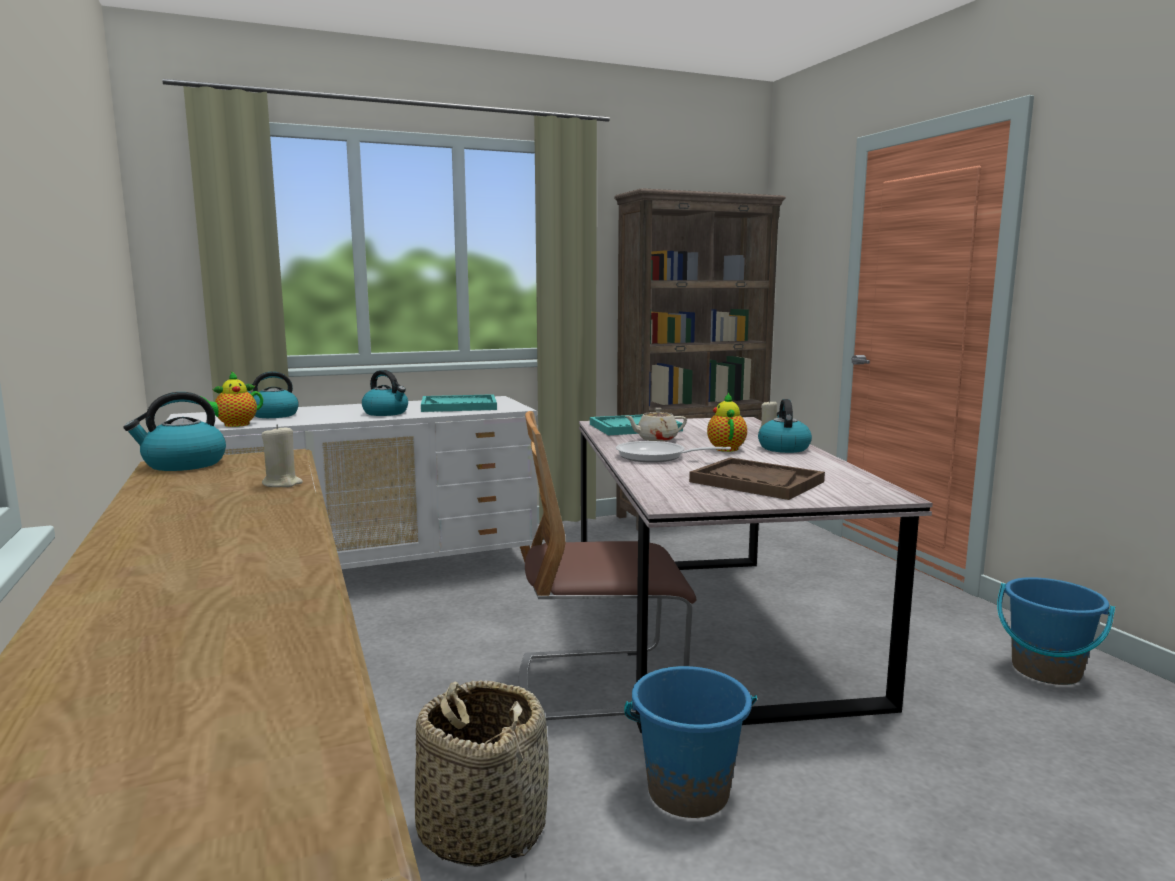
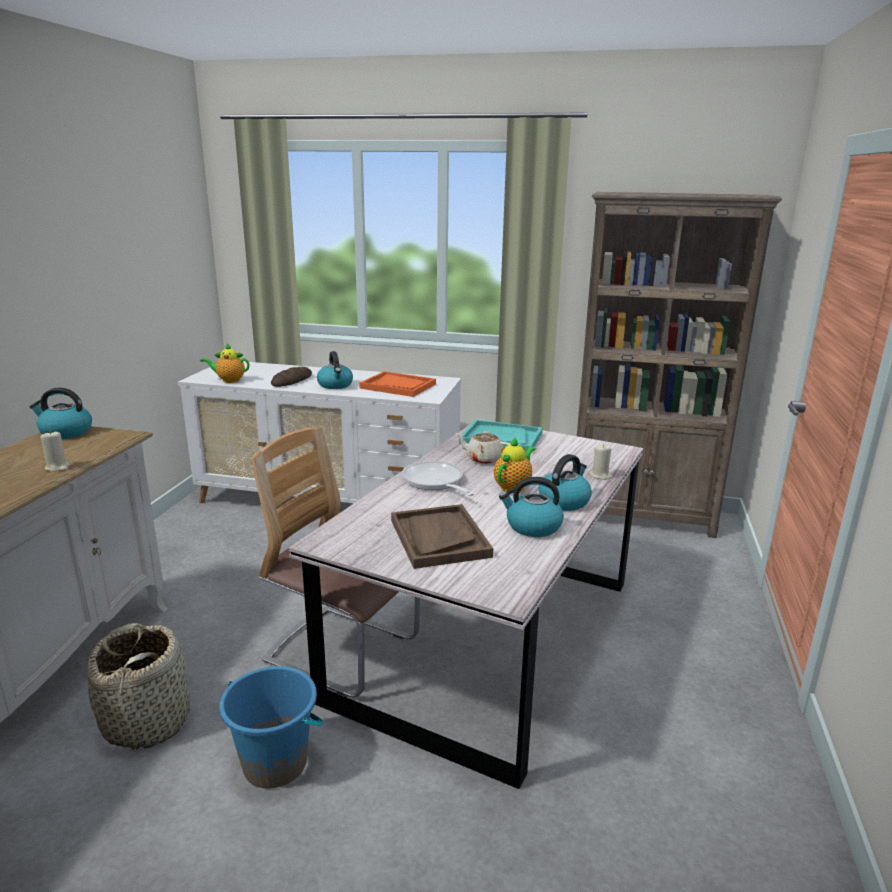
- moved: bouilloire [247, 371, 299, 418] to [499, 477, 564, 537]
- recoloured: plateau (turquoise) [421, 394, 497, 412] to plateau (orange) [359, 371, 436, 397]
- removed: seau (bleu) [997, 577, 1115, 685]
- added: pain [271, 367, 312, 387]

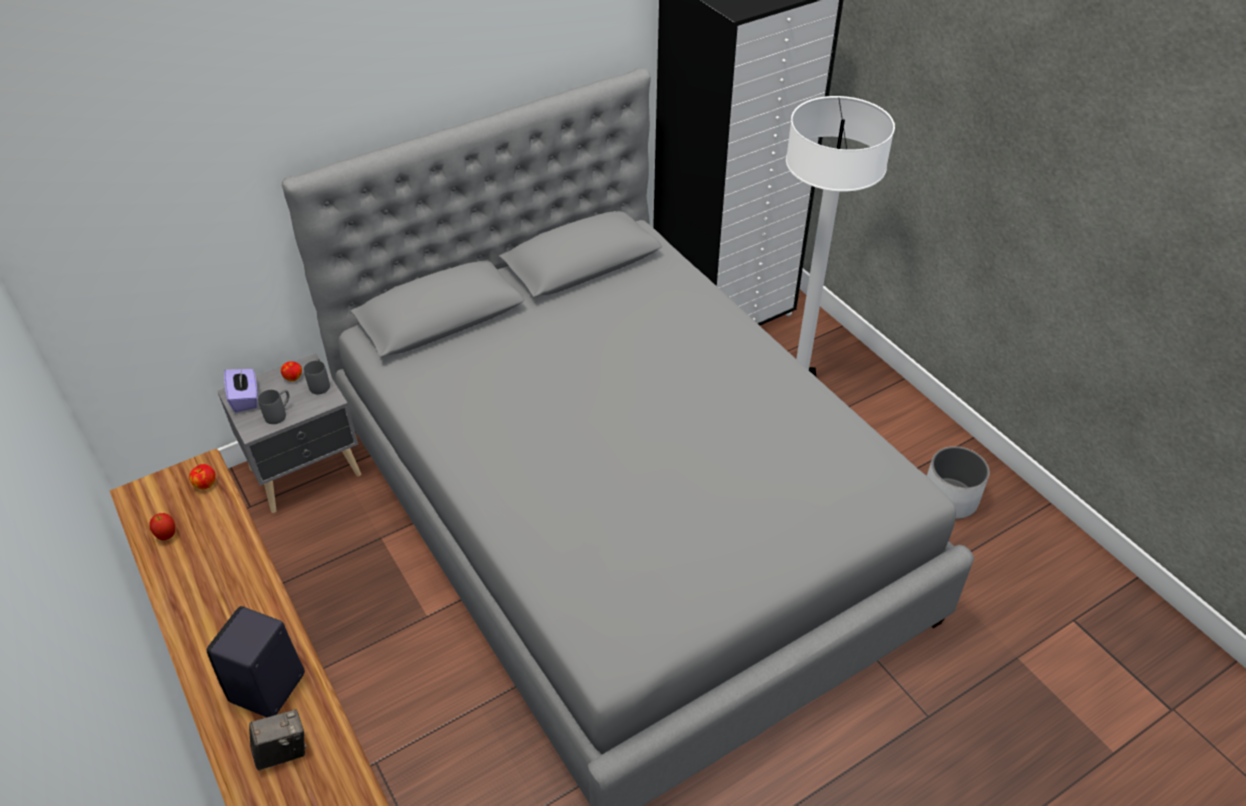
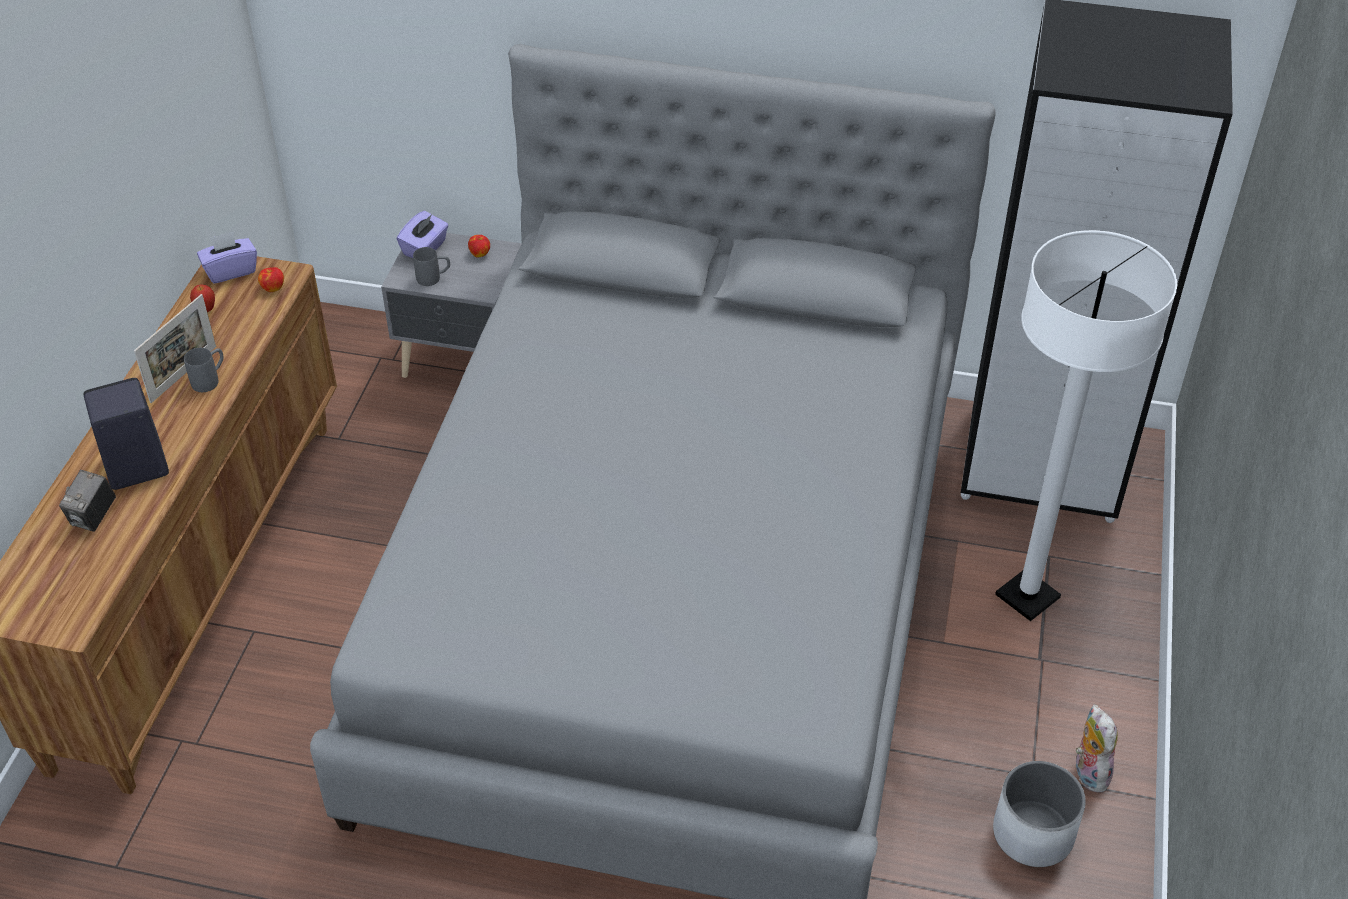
- moved: mug (gris) [304, 358, 330, 395] to [184, 348, 224, 392]
- turned: appareil photo [249, 709, 306, 770] = [59, 470, 116, 532] 90 degrees clockwise
- added: boîte à mouchoirs (violet) [197, 232, 257, 283]
- added: cadre photo [134, 294, 216, 403]
- added: peluche [1076, 704, 1118, 793]

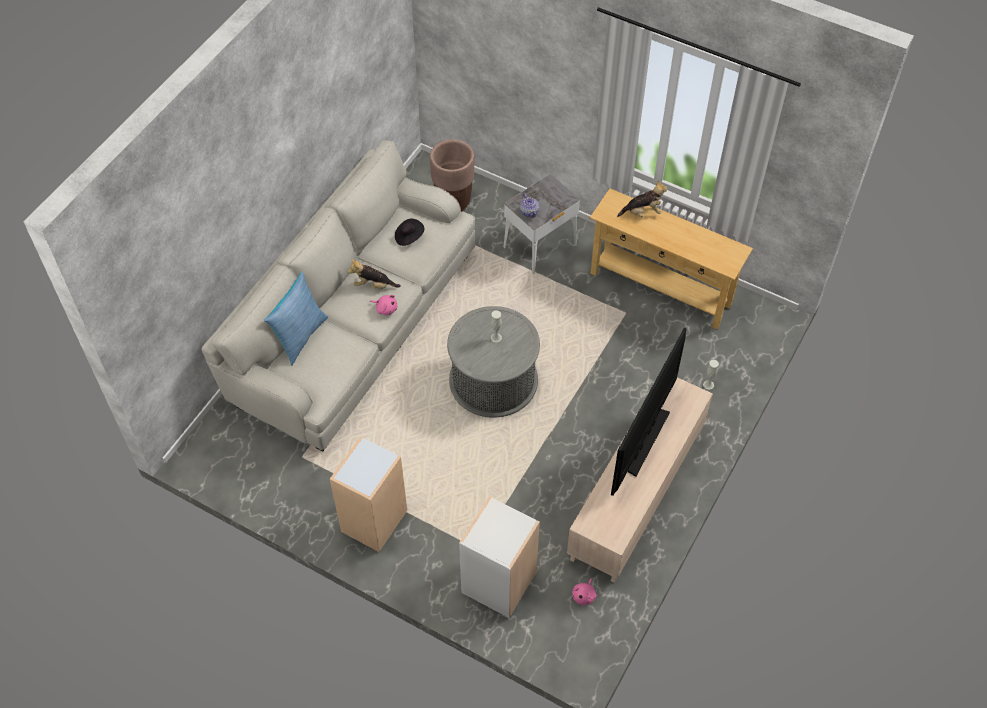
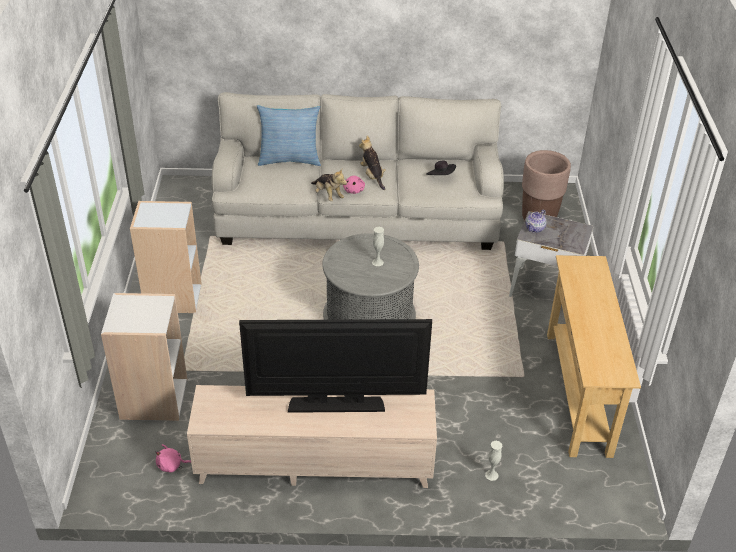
- moved: peluche [617, 180, 667, 217] to [311, 169, 347, 201]

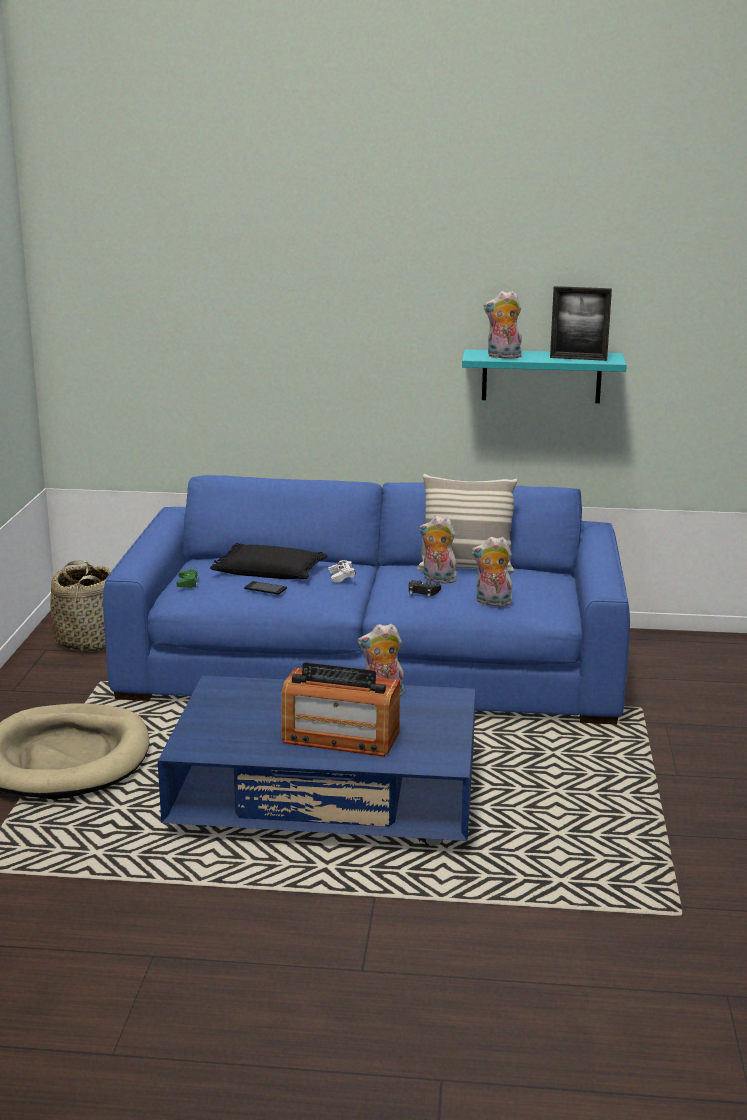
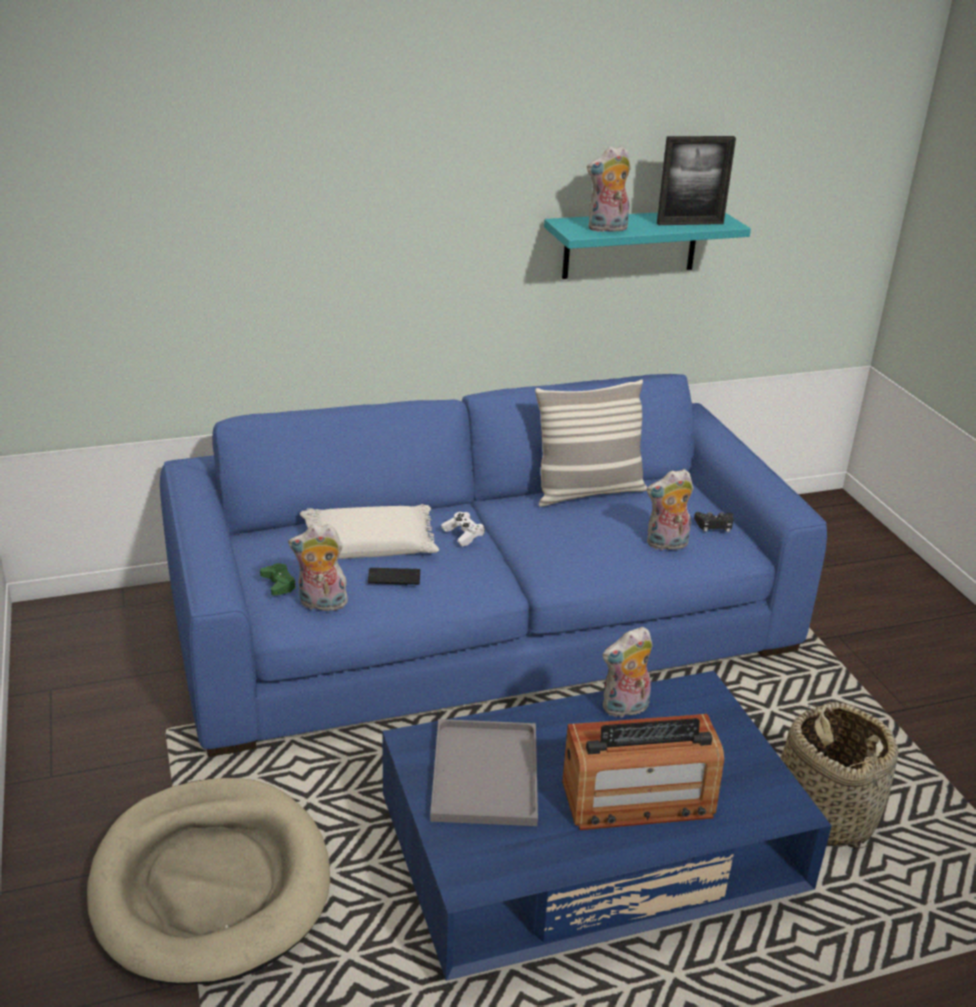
- moved: peluche [419, 516, 459, 584] to [288, 524, 348, 611]
- recoloured: coussin (noir) [210, 543, 327, 579] to coussin (blanc) [300, 504, 439, 559]
- moved: panier [50, 560, 112, 652] to [780, 702, 898, 848]
- moved: manette (noir) [409, 580, 441, 597] to [694, 512, 734, 532]
- added: plateau (gris) [430, 719, 538, 826]

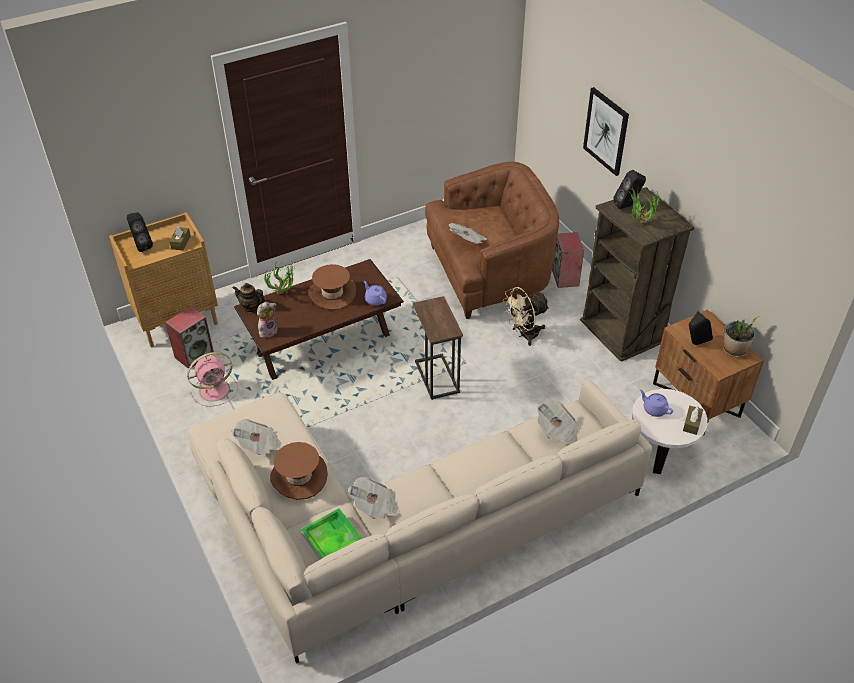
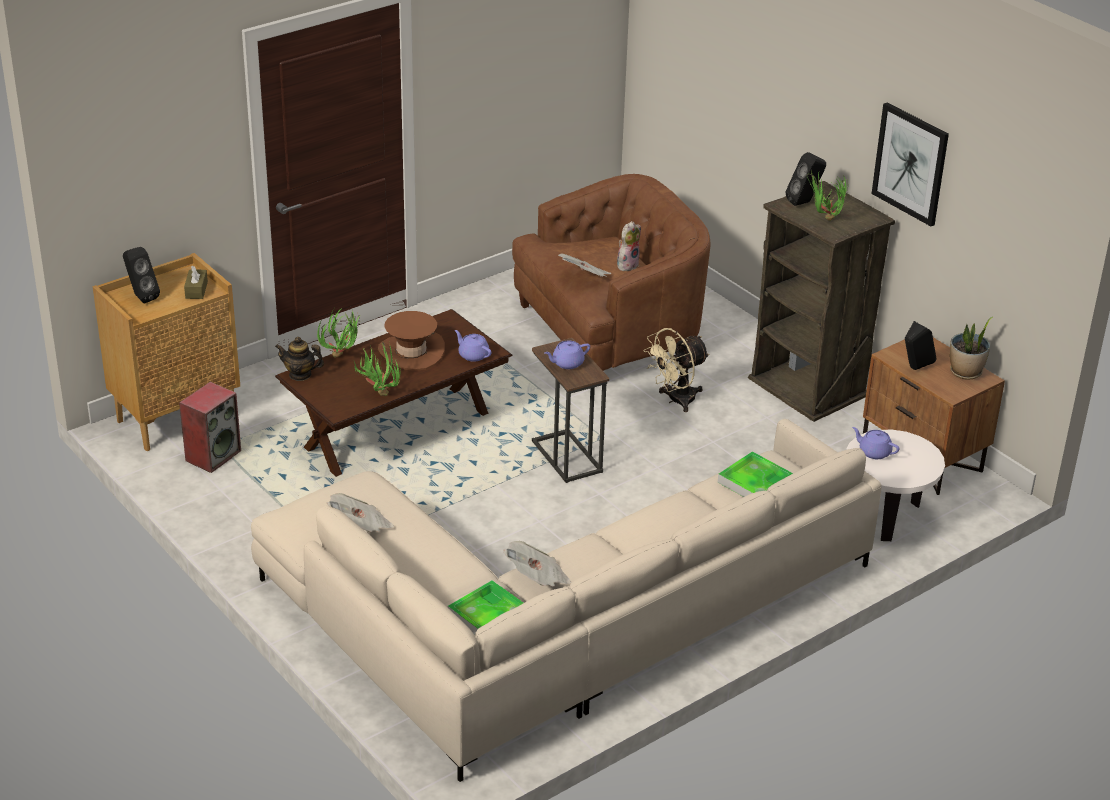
- moved: tableau [583, 87, 629, 176] to [871, 103, 949, 226]
- removed: enceinte [552, 232, 584, 288]
- moved: peluche [257, 302, 278, 338] to [617, 221, 641, 271]
- removed: ventilateur (rose) [187, 352, 238, 407]
- replaced: journal [537, 400, 579, 445] to plateau [718, 451, 793, 497]
- removed: boîte à mouchoirs (marron) [683, 406, 703, 435]
- removed: chapeau (marron) [270, 442, 328, 500]
- added: théière (violet) [545, 341, 590, 369]
- added: plante en pot [354, 342, 401, 396]

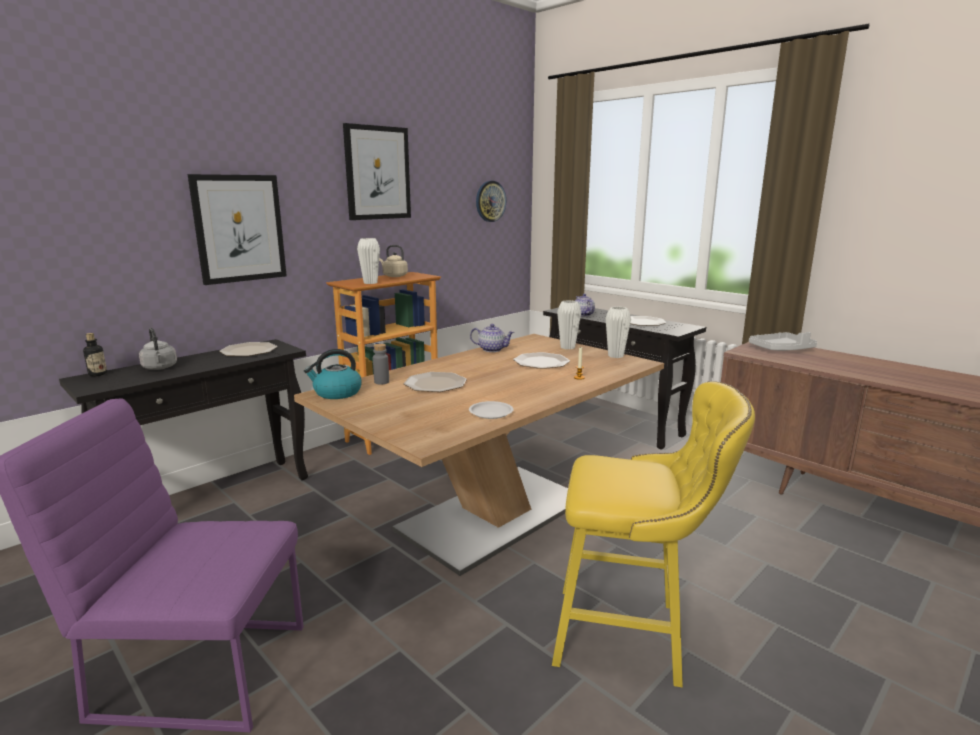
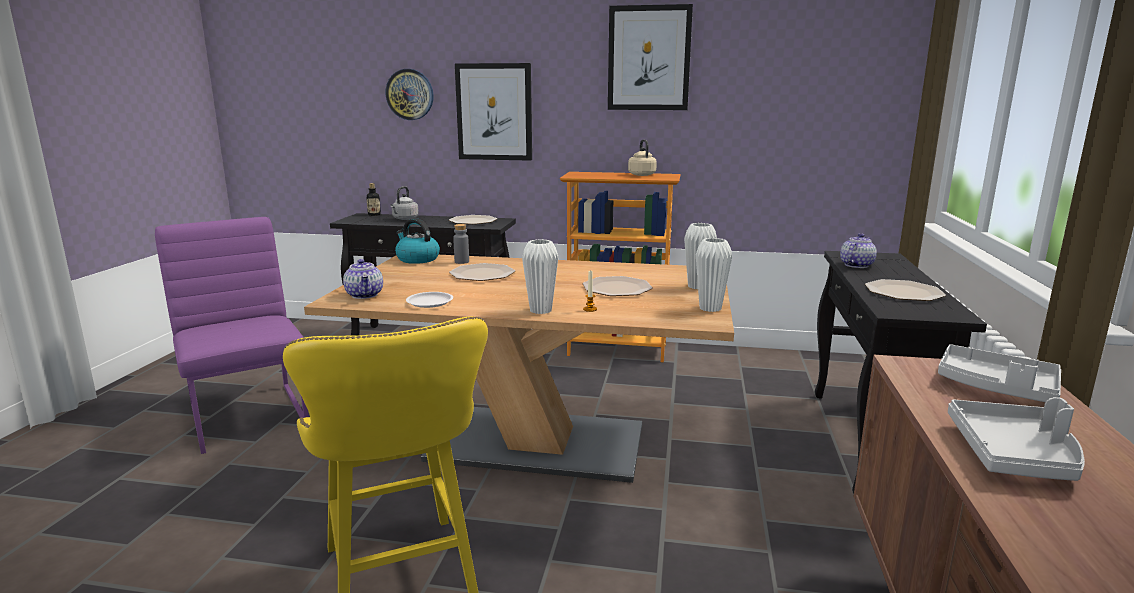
- moved: horloge murale [476, 181, 506, 222] to [385, 69, 434, 120]
- moved: vase (blanc) [357, 238, 380, 284] to [522, 239, 558, 314]
- moved: théière [470, 324, 514, 352] to [343, 259, 383, 299]
- added: plateau (gris) [948, 397, 1085, 481]

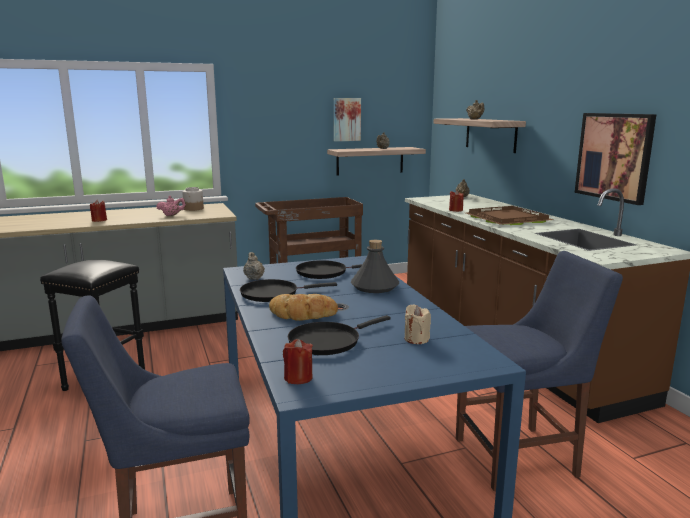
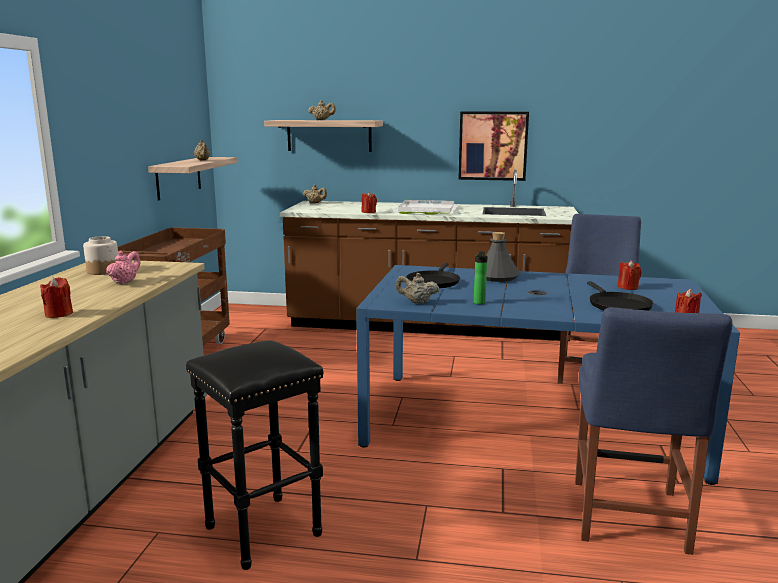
- removed: tableau [334, 98, 361, 141]
- recoloured: plateau (marron) [466, 206, 553, 225] to plateau (blanc) [395, 200, 458, 215]
- replaced: poêle (noir) [240, 279, 337, 302] to bouteille [474, 251, 488, 304]
- removed: pain [269, 294, 338, 321]
- recoloured: bougie (beige) [405, 304, 431, 344] to bougie (rouge) [617, 260, 642, 290]

